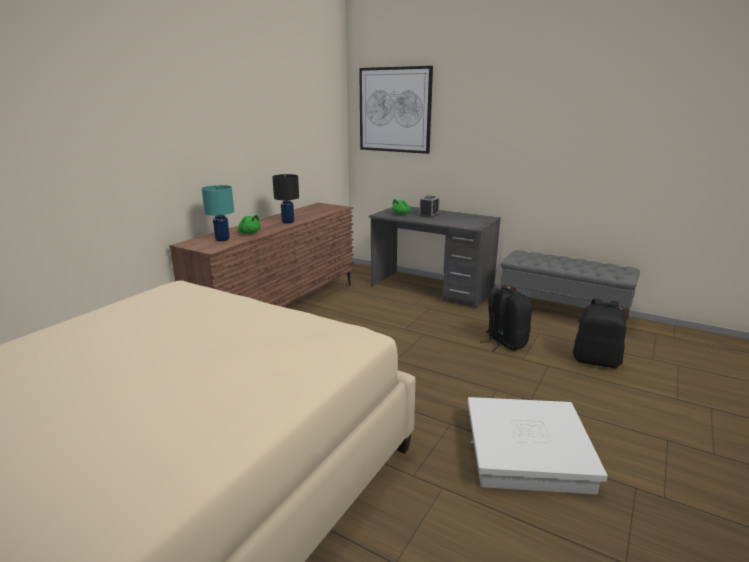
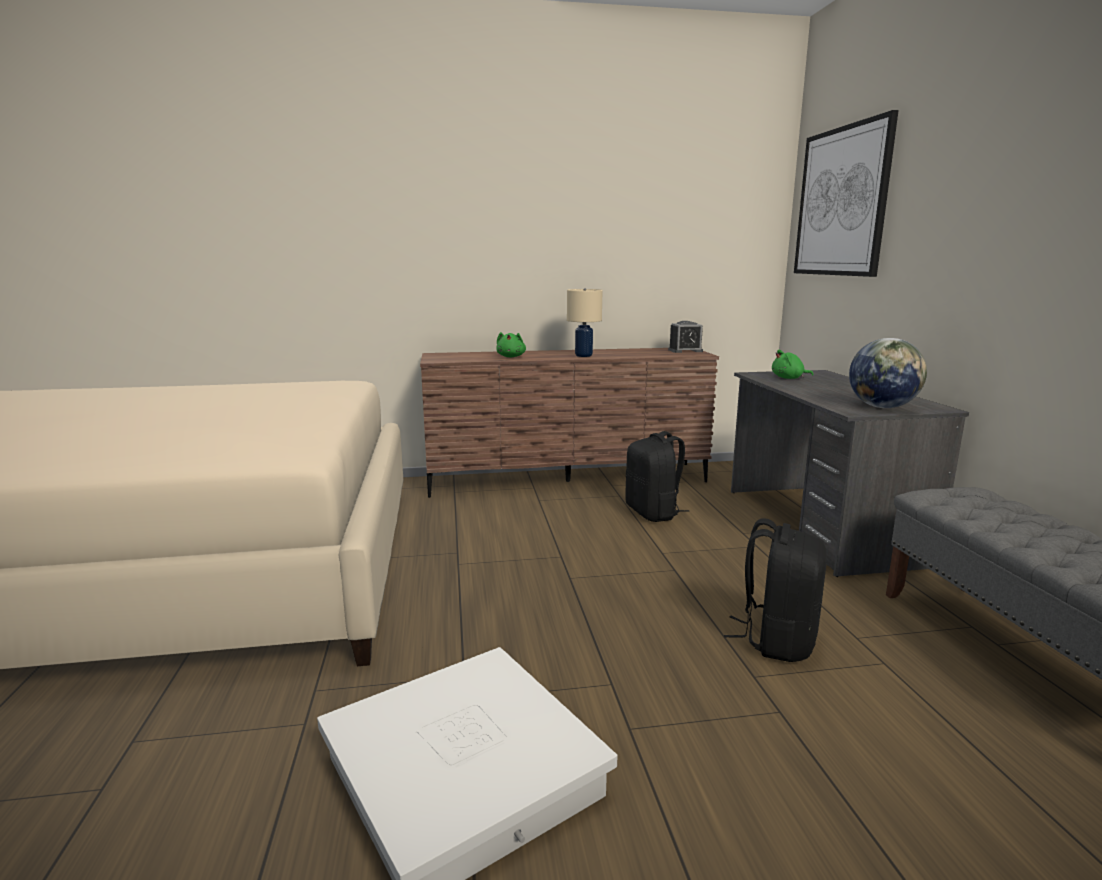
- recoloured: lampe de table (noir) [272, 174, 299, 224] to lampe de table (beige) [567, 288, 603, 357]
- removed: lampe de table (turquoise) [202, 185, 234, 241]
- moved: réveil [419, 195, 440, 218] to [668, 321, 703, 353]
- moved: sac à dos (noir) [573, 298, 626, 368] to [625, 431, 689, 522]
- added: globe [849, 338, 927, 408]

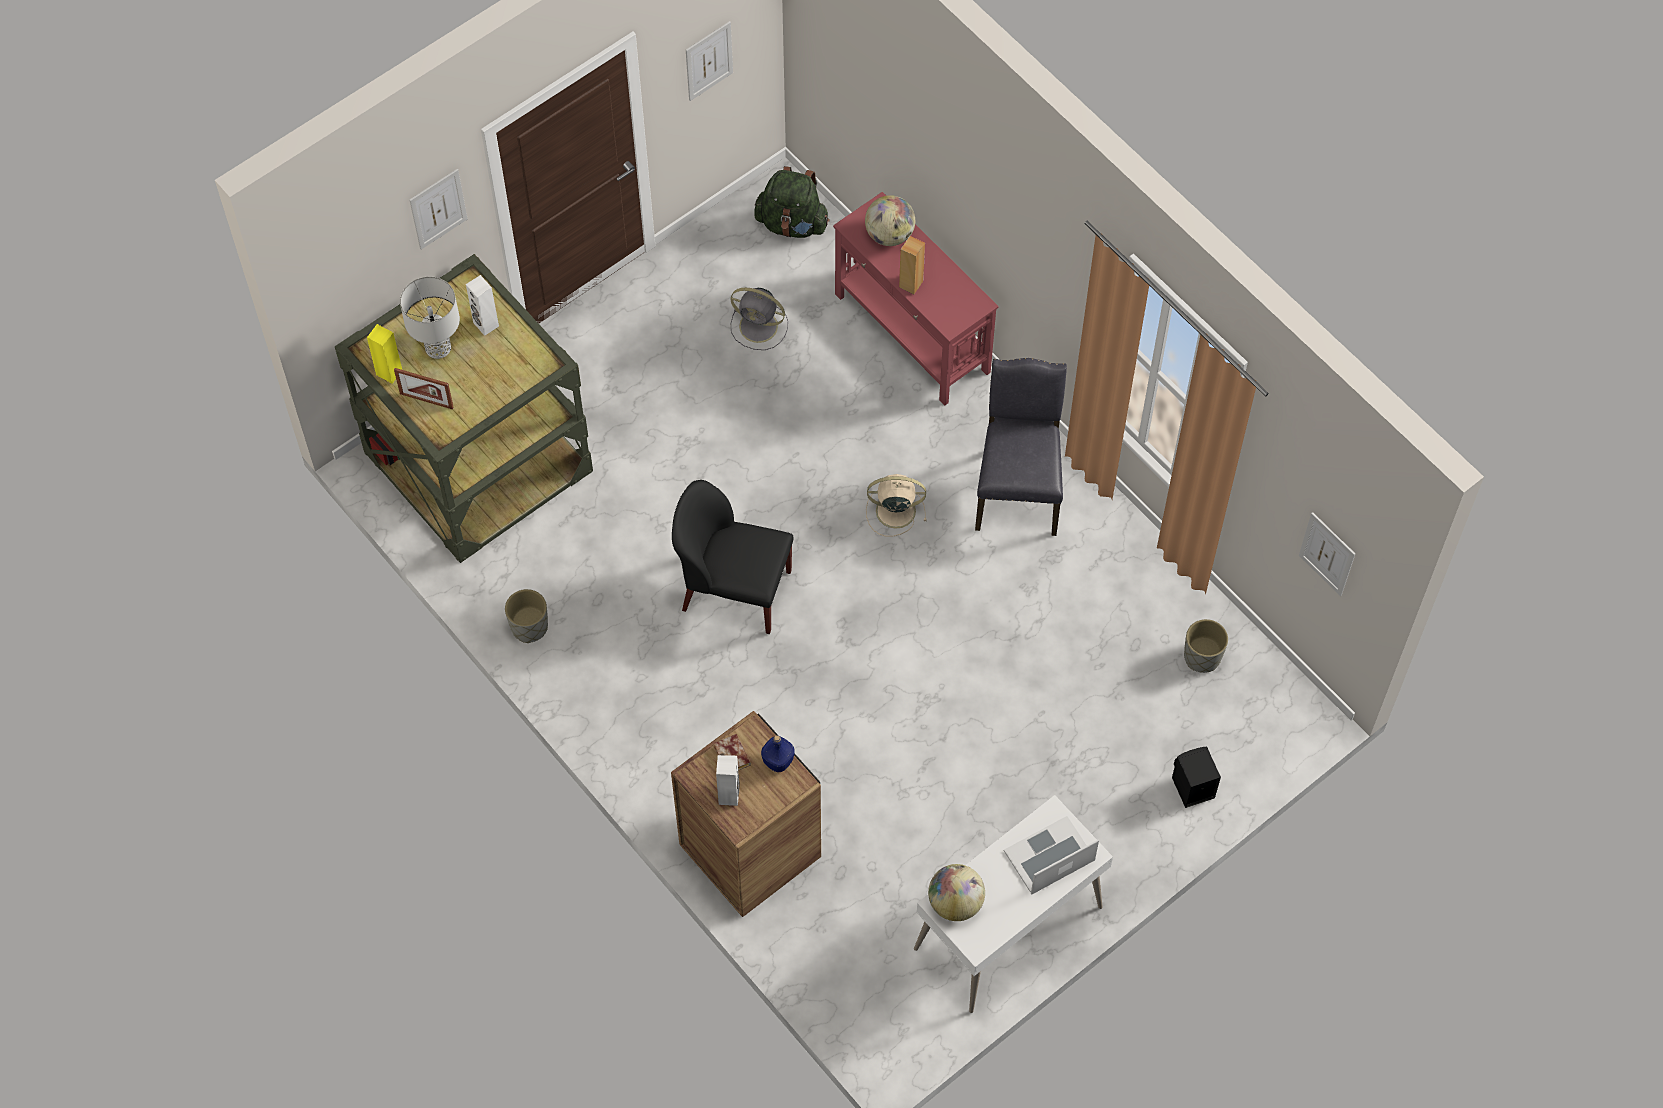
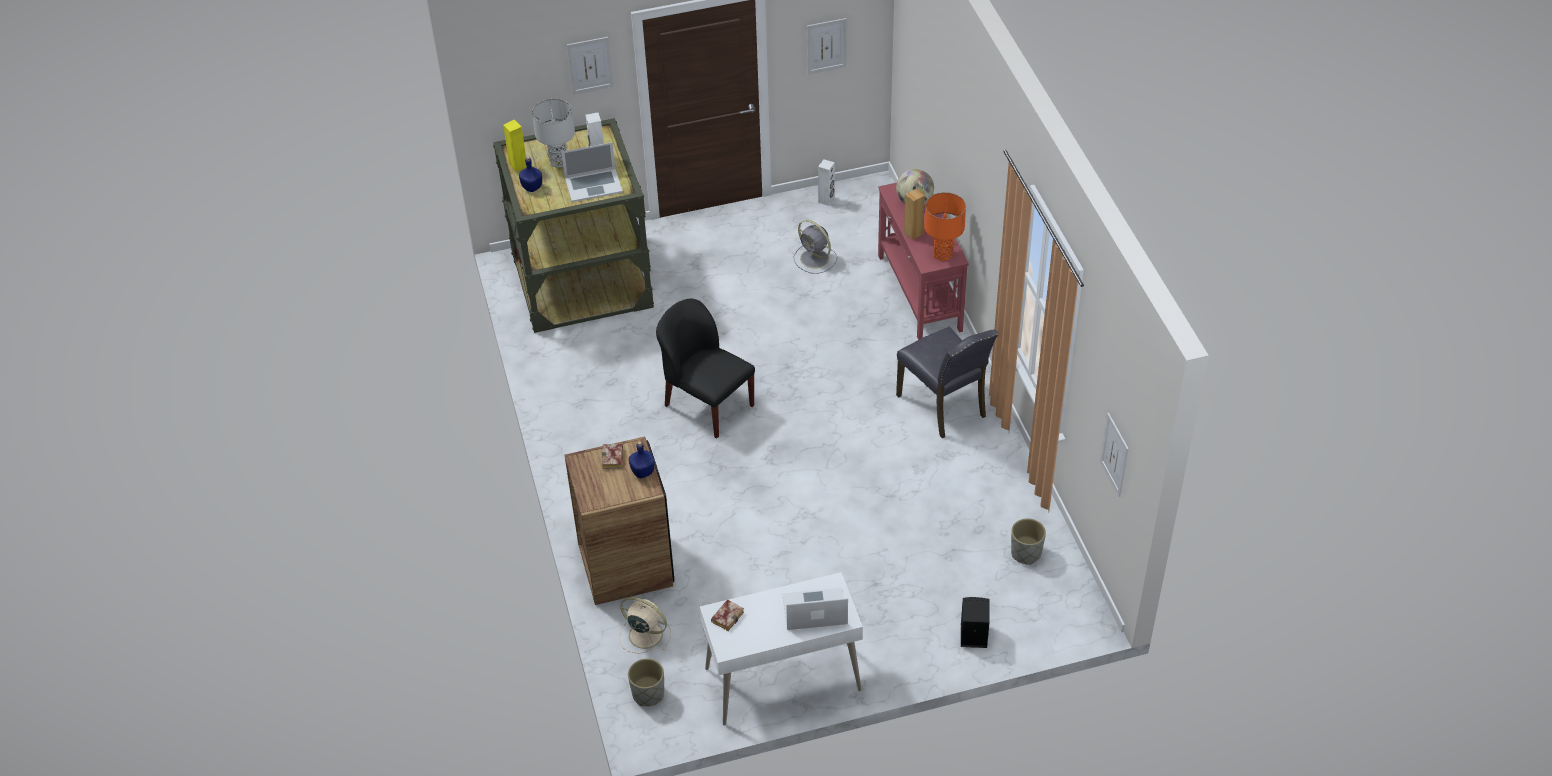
- removed: sac à dos (vert) [755, 166, 830, 238]
- turned: chaise (gris) [975, 358, 1067, 536] = [896, 327, 998, 438] 120 degrees clockwise
- replaced: cadre photo [394, 368, 454, 410] to bouteille (bleu) [519, 156, 542, 192]
- moved: ventilateur (beige) [866, 474, 927, 537] to [619, 597, 671, 653]
- moved: cache-pot (gris) [505, 589, 548, 643] to [628, 658, 664, 706]
- moved: enceinte (blanc) [716, 755, 740, 806] to [818, 159, 835, 206]
- replaced: globe [928, 864, 985, 921] to livre [711, 599, 744, 631]
- added: ordinateur portable [561, 142, 623, 202]
- added: lampe de table (orange) [924, 192, 966, 261]

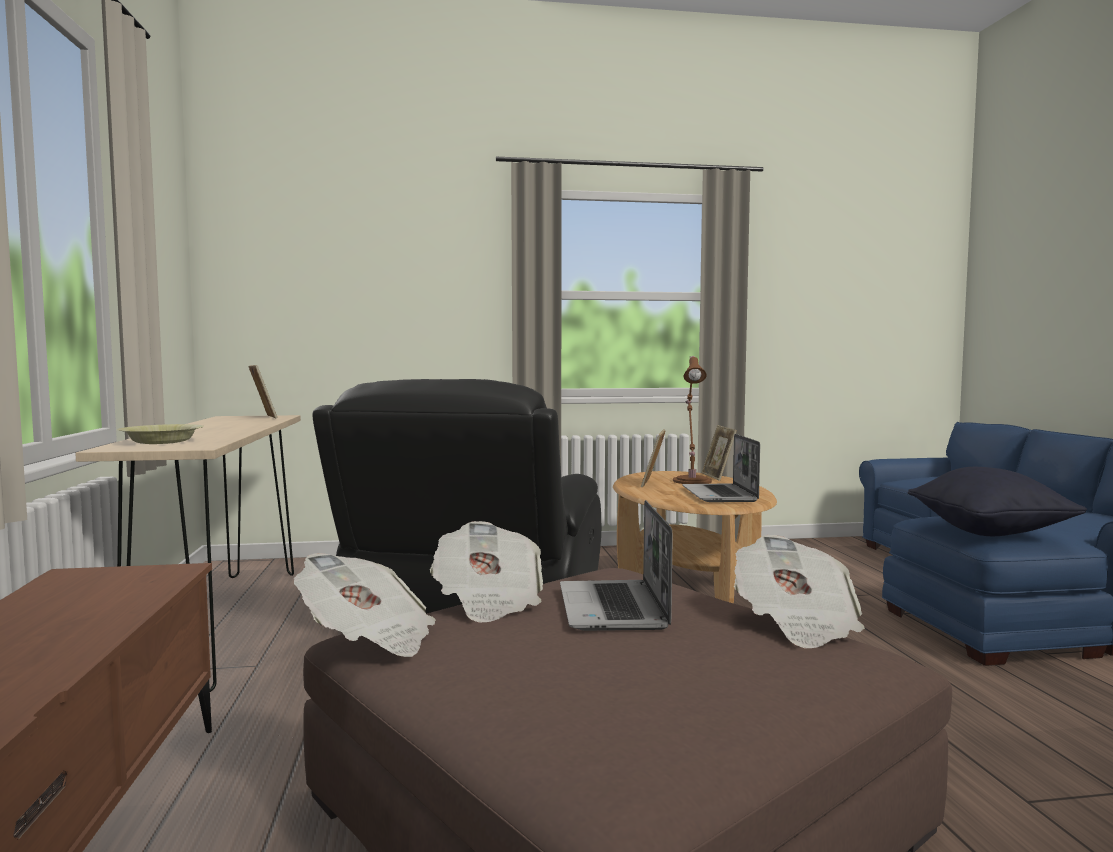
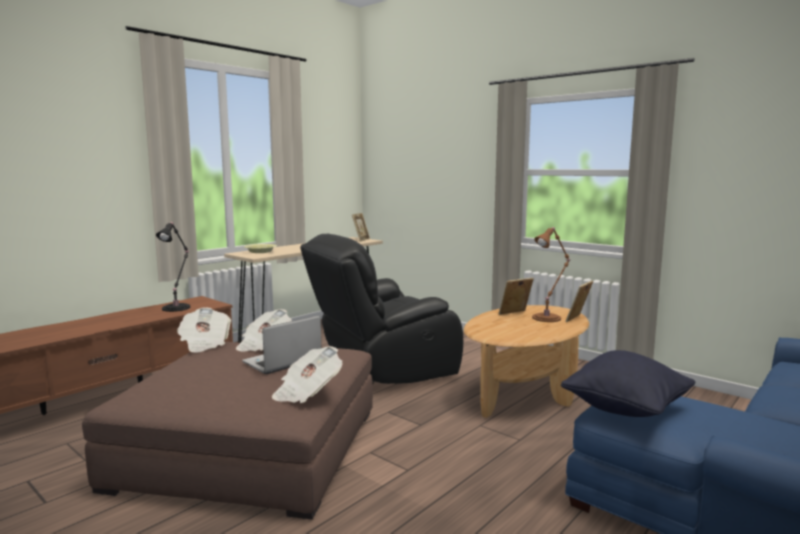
- removed: ordinateur portable [682, 434, 760, 502]
- added: lampe de table (noir) [156, 222, 190, 312]

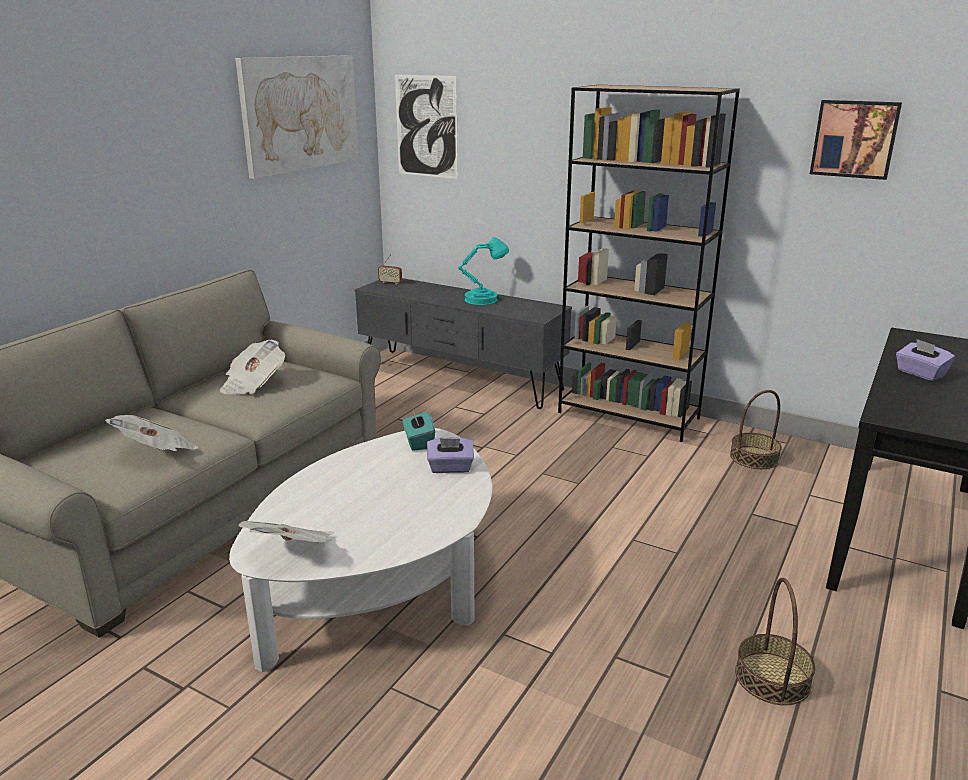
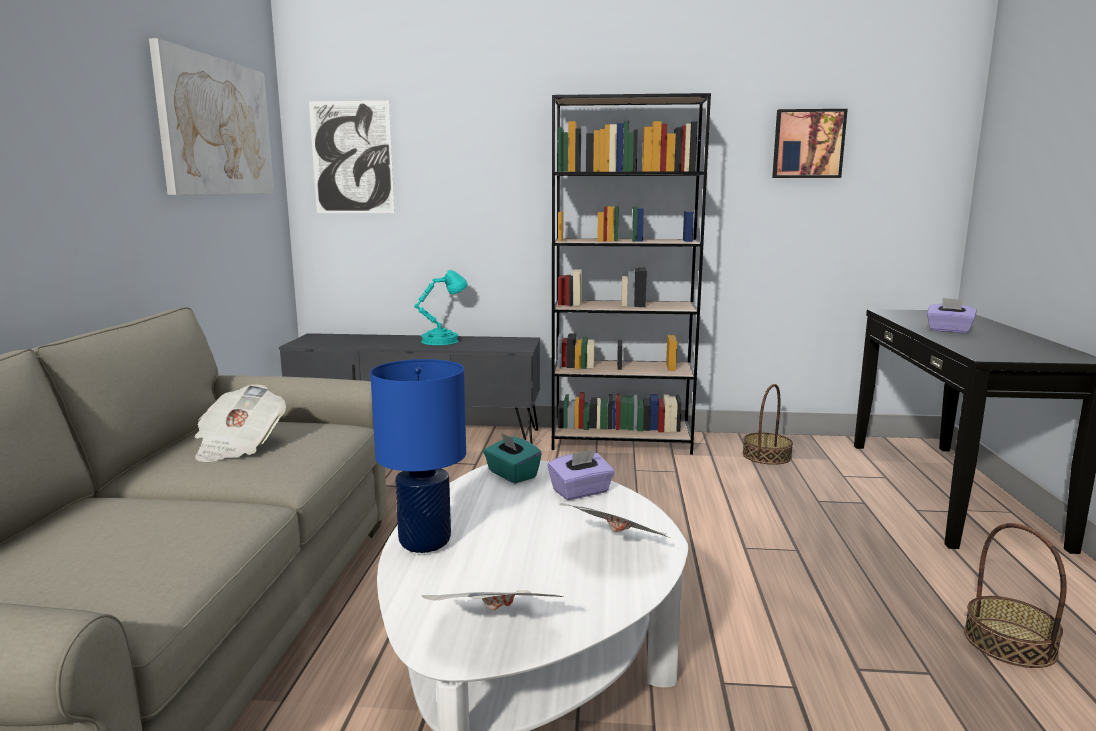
- removed: radio [378, 254, 402, 285]
- moved: journal [105, 415, 199, 451] to [559, 503, 670, 538]
- added: lampe de table (bleu) [370, 359, 466, 553]

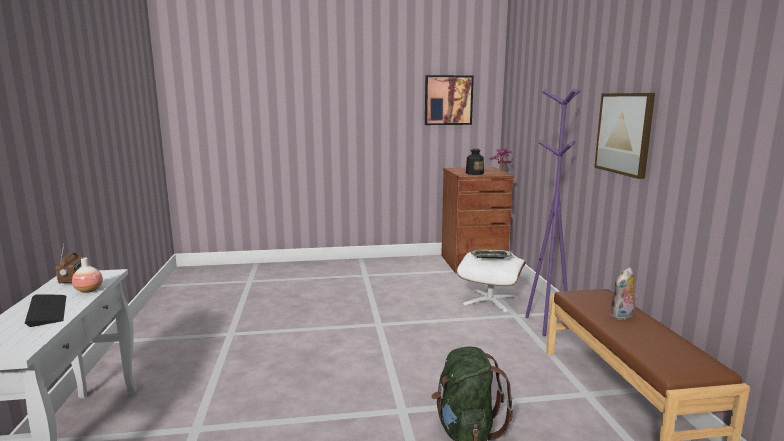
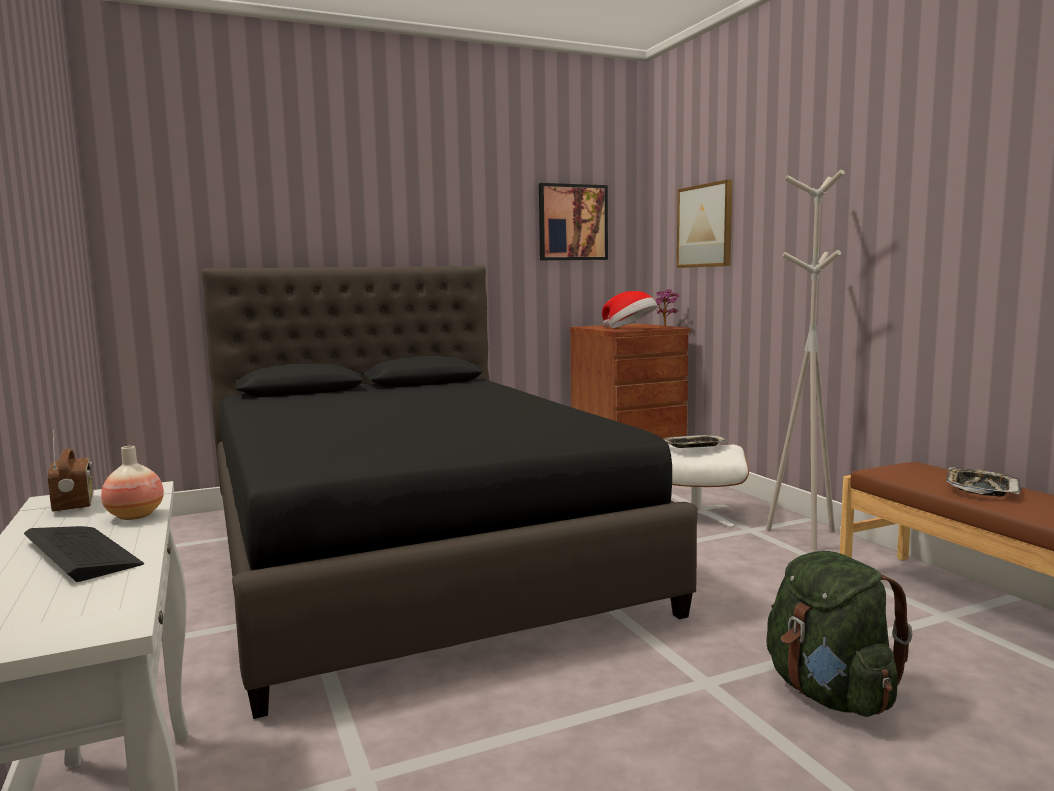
- recoloured: portant (violet) [525, 89, 580, 336] to portant (gris) [766, 170, 845, 551]
- moved: tableau [594, 93, 655, 179] to [677, 179, 732, 268]
- replaced: bouteille [466, 148, 484, 175] to chapeau [602, 291, 657, 328]
- replaced: peluche [610, 267, 637, 320] to plateau [946, 468, 1021, 497]
- added: lit (noir) [201, 265, 698, 719]

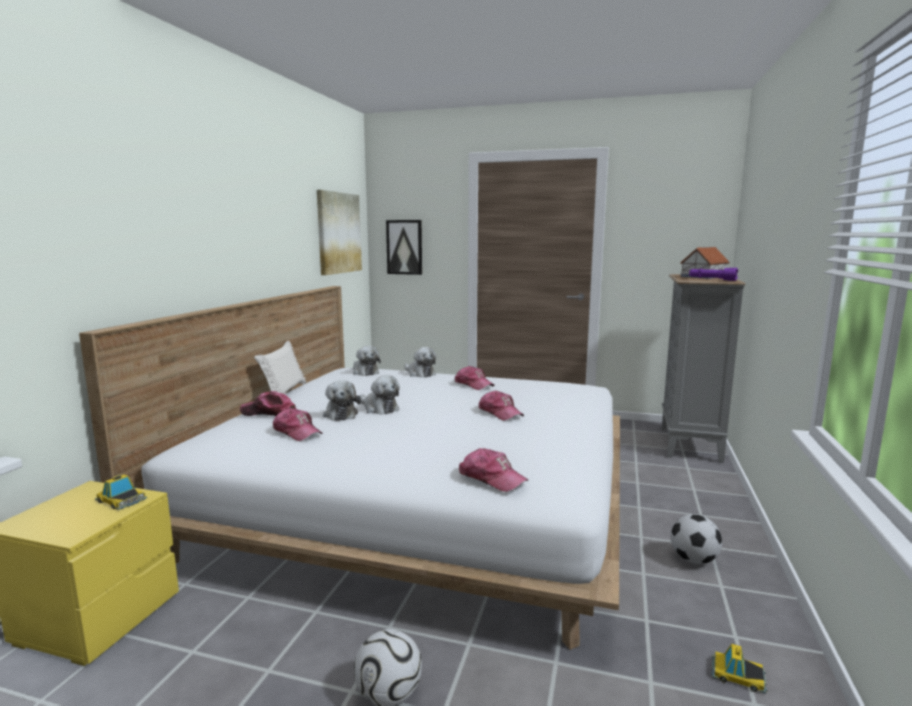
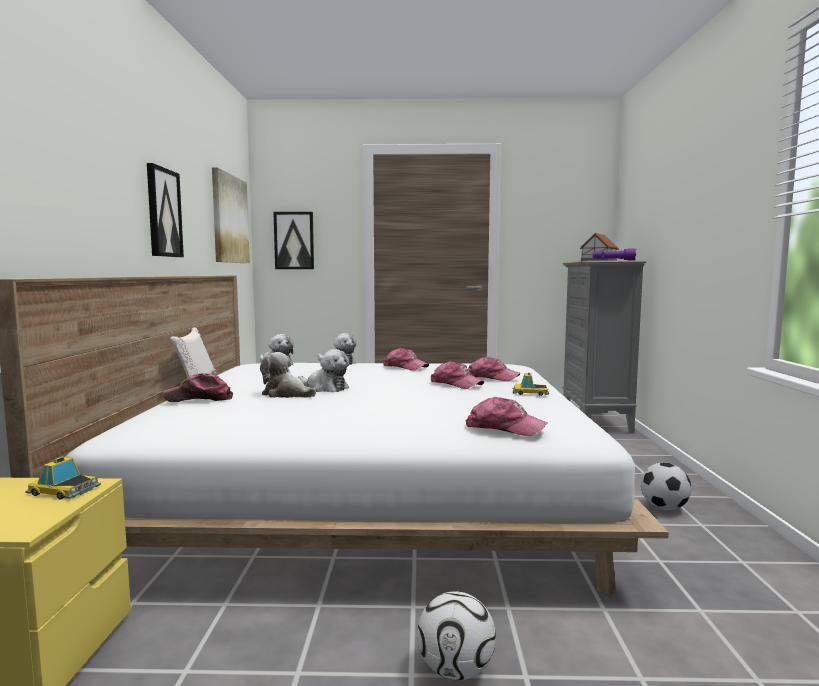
- turned: peluche [323, 380, 361, 421] = [260, 352, 316, 398] 150 degrees clockwise
- moved: casquette [273, 408, 323, 441] to [468, 356, 520, 382]
- moved: petite voiture [711, 644, 767, 694] to [513, 372, 549, 396]
- added: tableau [147, 163, 184, 257]

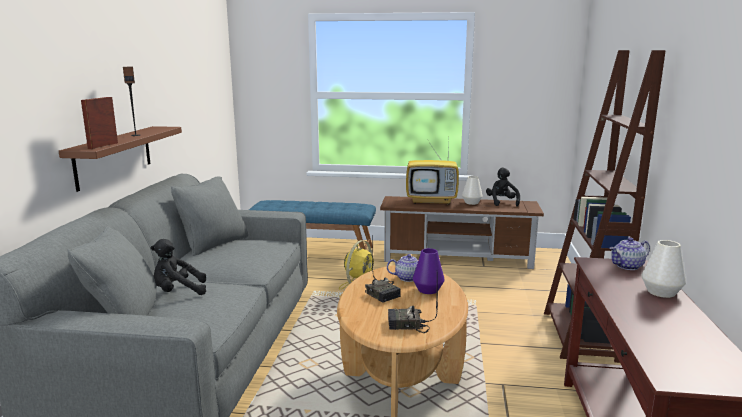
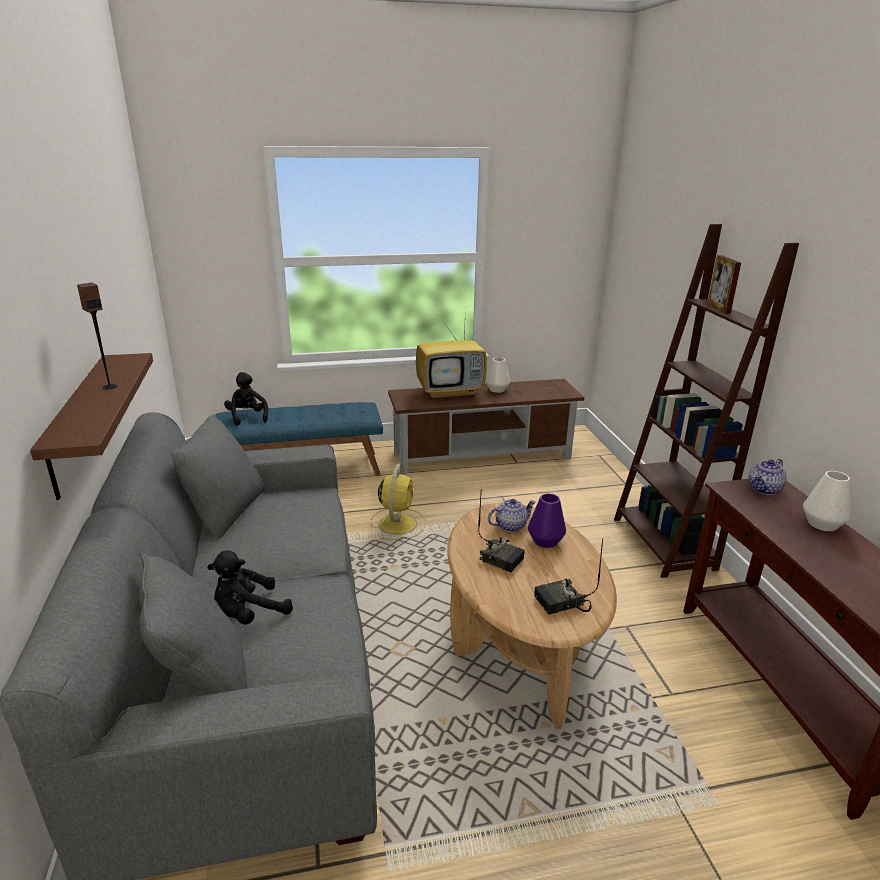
- moved: cadre photo [81, 97, 118, 149] to [708, 255, 741, 314]
- moved: peluche (noir) [486, 167, 520, 207] to [224, 372, 268, 426]

